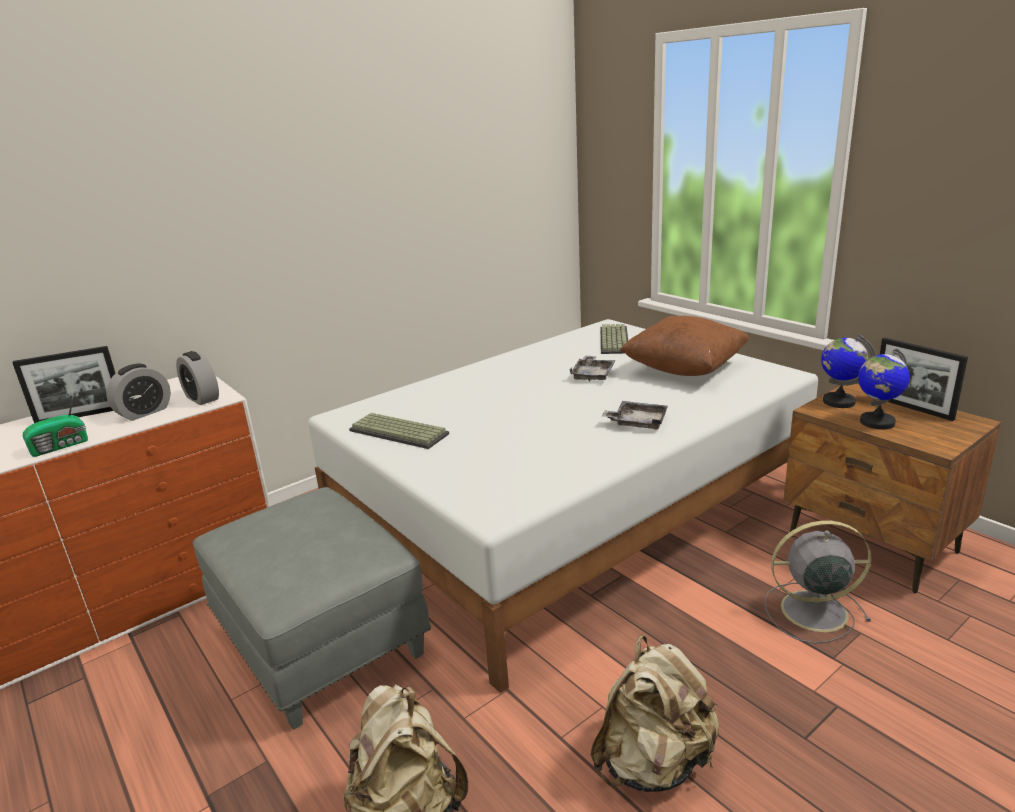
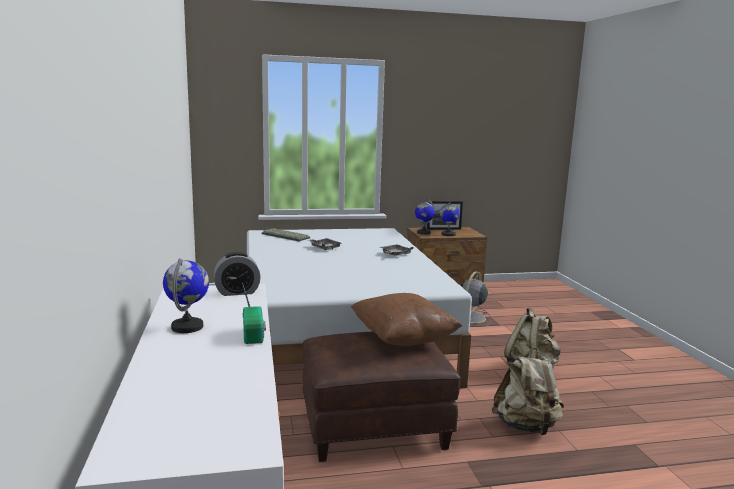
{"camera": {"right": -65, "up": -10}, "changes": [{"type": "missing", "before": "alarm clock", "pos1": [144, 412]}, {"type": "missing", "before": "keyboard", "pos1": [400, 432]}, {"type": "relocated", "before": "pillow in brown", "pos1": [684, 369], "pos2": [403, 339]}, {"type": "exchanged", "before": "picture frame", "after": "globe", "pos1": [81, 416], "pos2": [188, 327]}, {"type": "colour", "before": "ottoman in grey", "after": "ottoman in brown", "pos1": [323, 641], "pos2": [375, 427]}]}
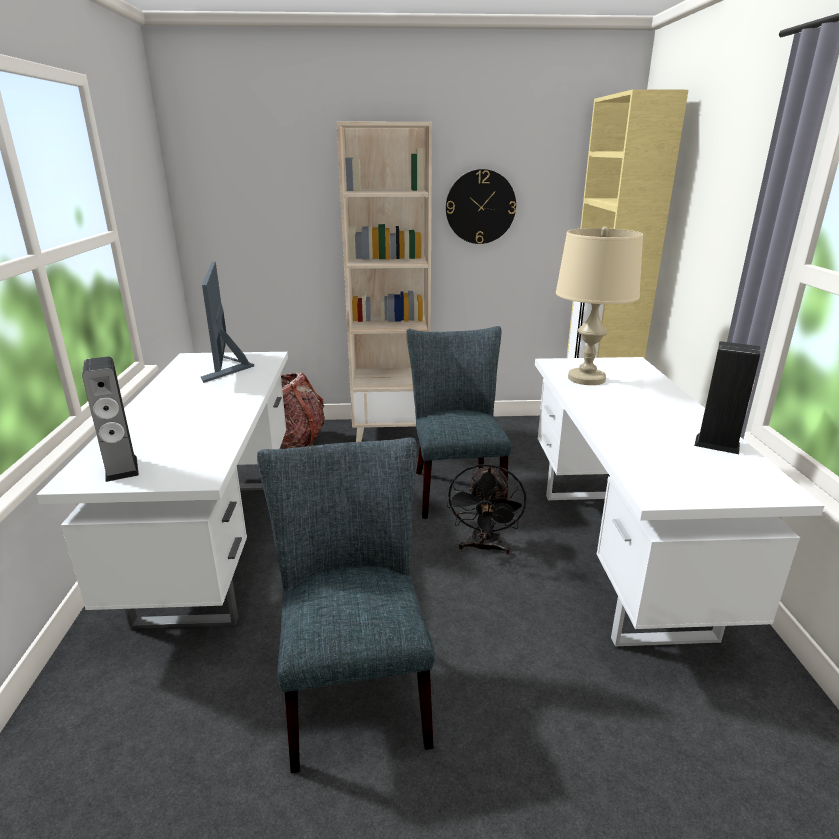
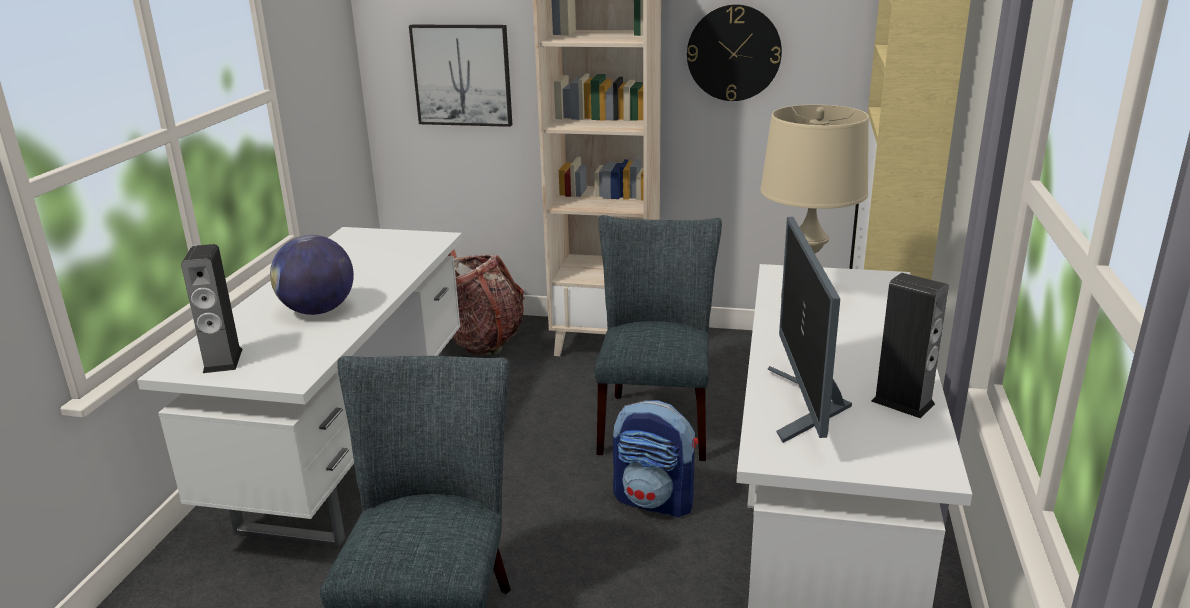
{"camera": {"right": 15, "up": 0}, "changes": [{"type": "appeared", "after": "globe", "pos2": [318, 311]}, {"type": "appeared", "after": "picture", "pos2": [462, 75]}, {"type": "relocated", "before": "monitor", "pos1": [227, 368], "pos2": [806, 406]}, {"type": "exchanged", "before": "fan in black", "after": "backpack", "pos1": [484, 548], "pos2": [655, 500]}]}
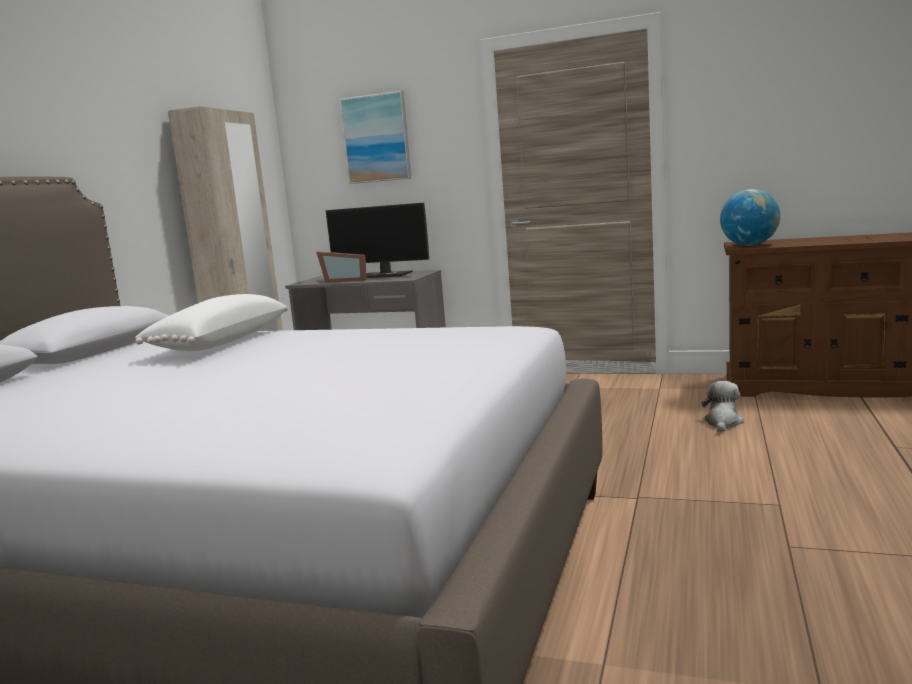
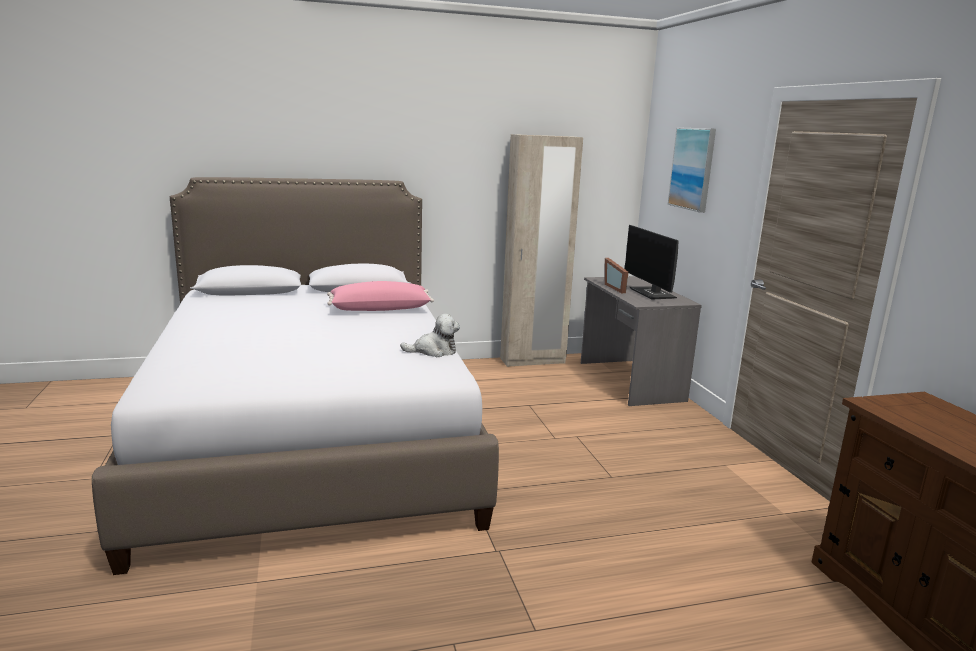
{"camera": {"right": 55, "up": 5}, "changes": [{"type": "missing", "before": "globe", "pos1": [749, 245]}, {"type": "relocated", "before": "plush toy", "pos1": [723, 423], "pos2": [434, 351]}, {"type": "colour", "before": "pillow in white", "after": "pillow in pink", "pos1": [219, 343], "pos2": [380, 309]}]}
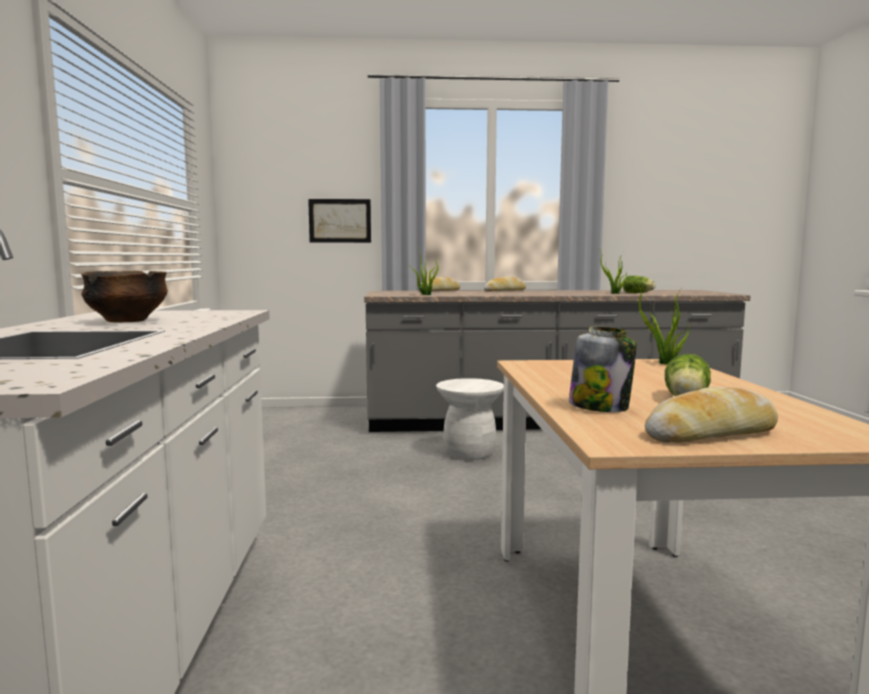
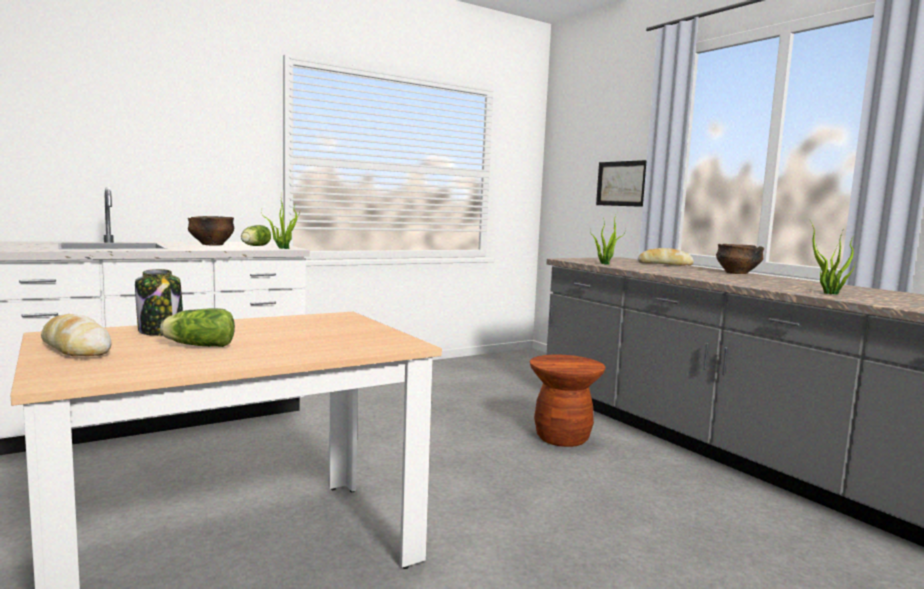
{"camera": {"right": 60, "up": 0}, "changes": [{"type": "relocated", "before": "lettuce", "pos1": [638, 293], "pos2": [254, 246]}, {"type": "relocated", "before": "potted plant", "pos1": [665, 363], "pos2": [282, 248]}, {"type": "exchanged", "before": "bread", "after": "bowl", "pos1": [505, 291], "pos2": [737, 273]}, {"type": "colour", "before": "stool in white", "after": "stool in brown", "pos1": [469, 453], "pos2": [562, 438]}]}
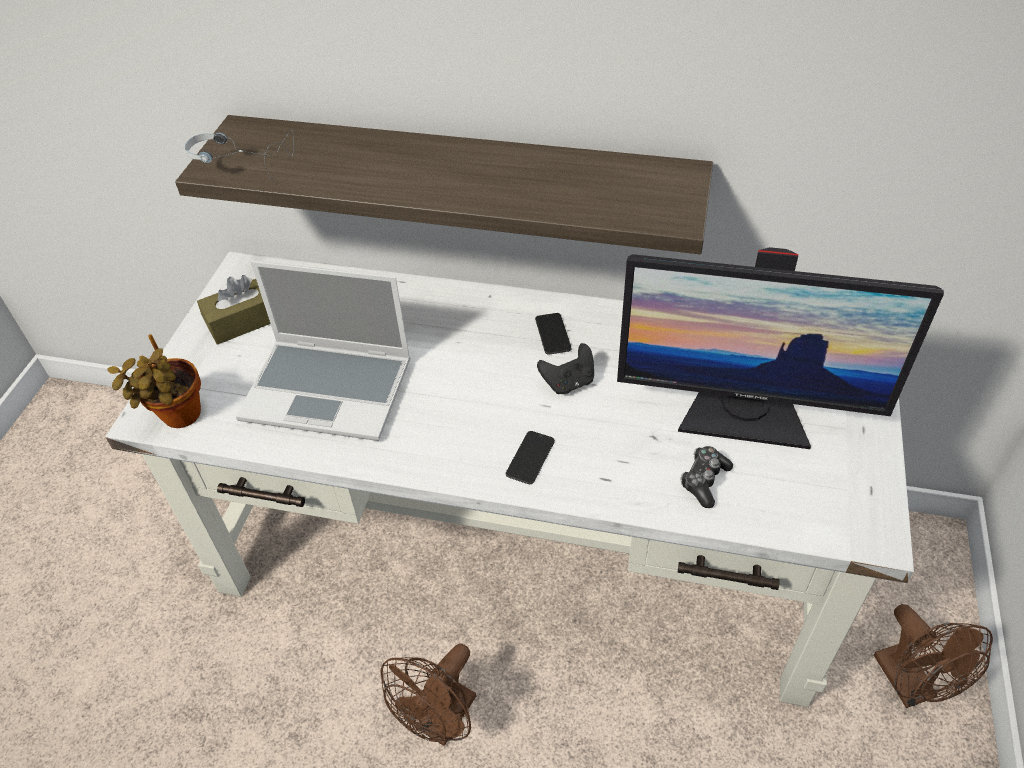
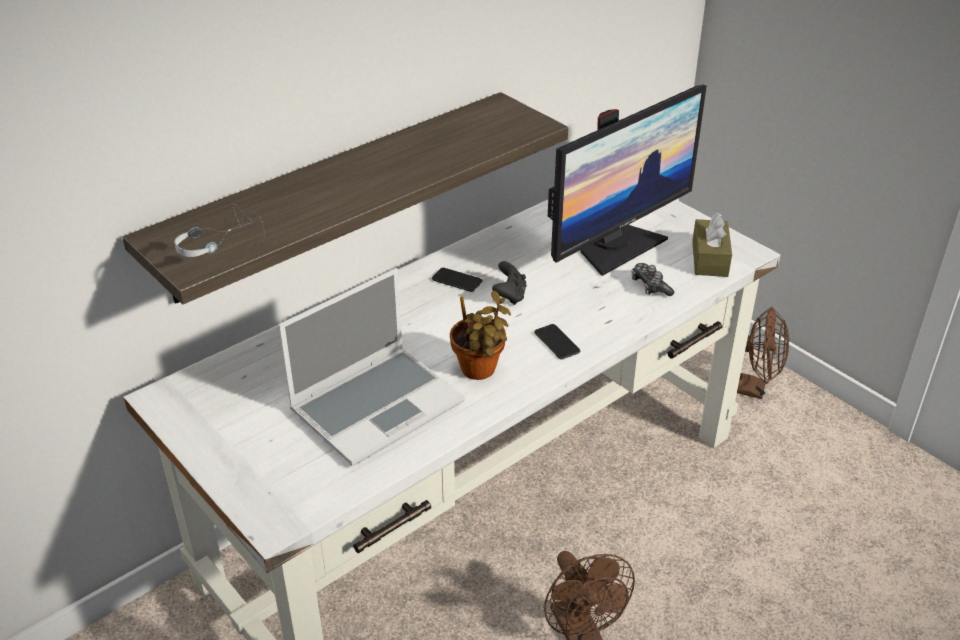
{"camera": {"right": -55, "up": -10}, "changes": [{"type": "relocated", "before": "potted plant", "pos1": [178, 417], "pos2": [480, 371]}, {"type": "relocated", "before": "tissue box in brown", "pos1": [244, 320], "pos2": [709, 258]}]}
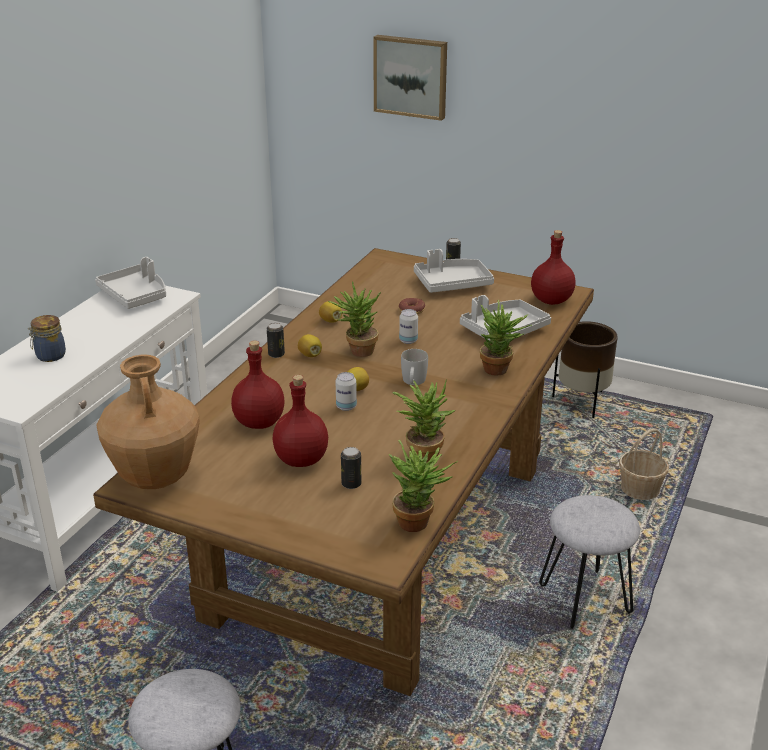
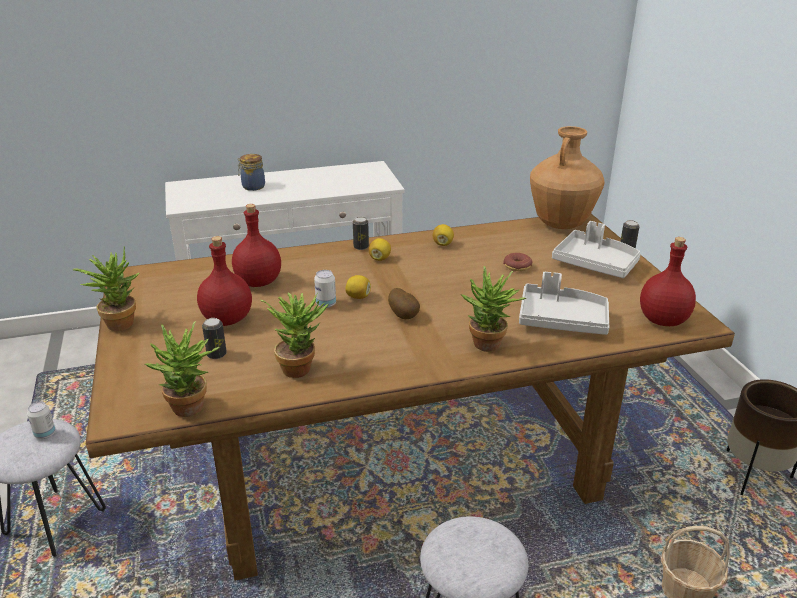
{"camera": {"right": 50, "up": 0}, "changes": [{"type": "missing", "before": "tray in grey", "pos1": [136, 295]}, {"type": "missing", "before": "picture", "pos1": [411, 76]}, {"type": "relocated", "before": "vase in brown", "pos1": [155, 478], "pos2": [561, 224]}, {"type": "relocated", "before": "potted plant", "pos1": [357, 351], "pos2": [118, 322]}, {"type": "relocated", "before": "can", "pos1": [408, 340], "pos2": [45, 434]}, {"type": "exchanged", "before": "mug in white", "after": "potato", "pos1": [413, 382], "pos2": [404, 315]}]}
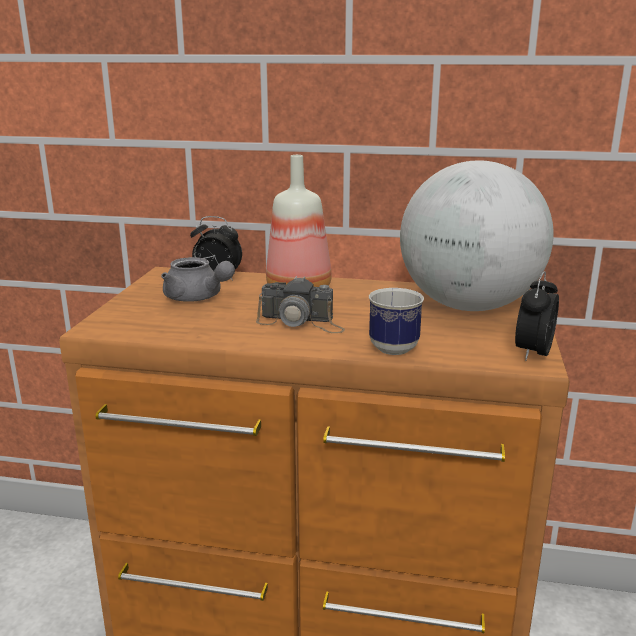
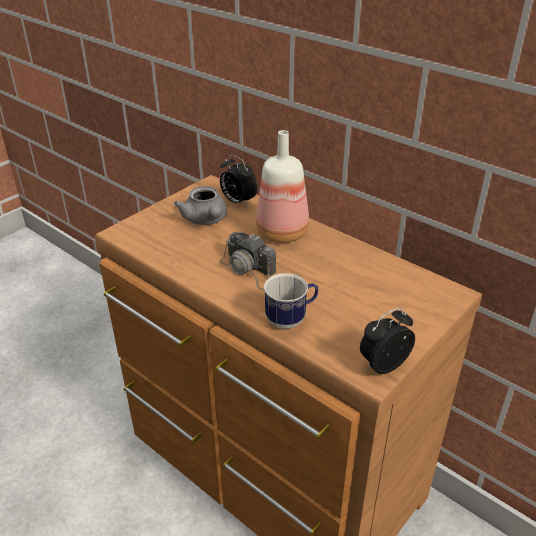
{"camera": {"right": 30, "up": 15}, "changes": [{"type": "missing", "before": "globe", "pos1": [468, 306]}]}
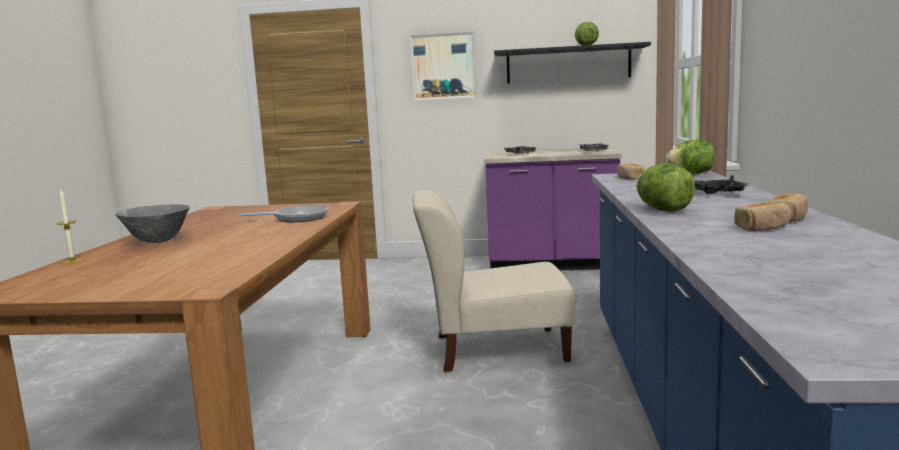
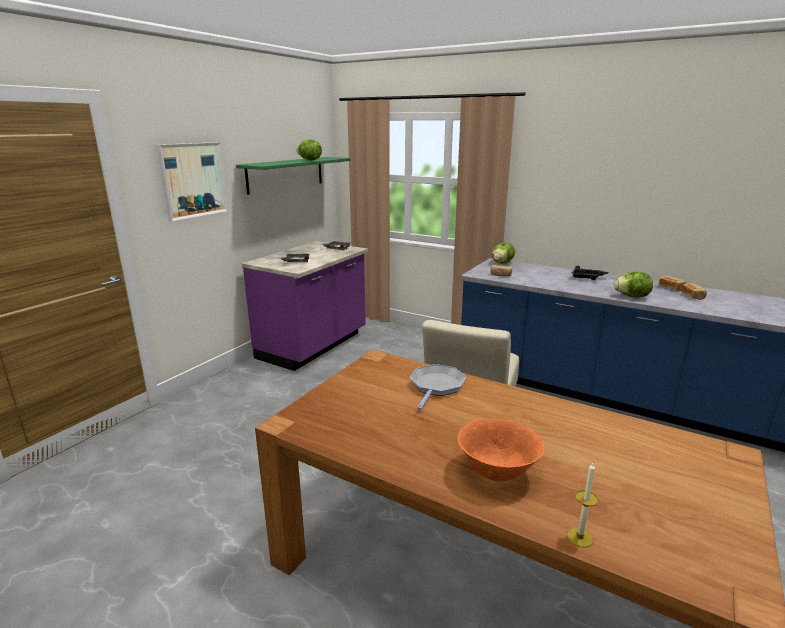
{"camera": {"right": -65, "up": 10}, "changes": [{"type": "colour", "before": "bowl in grey", "after": "bowl in orange", "pos1": [157, 242], "pos2": [496, 473]}, {"type": "colour", "before": "shelf in black", "after": "shelf in green", "pos1": [568, 64], "pos2": [286, 174]}]}
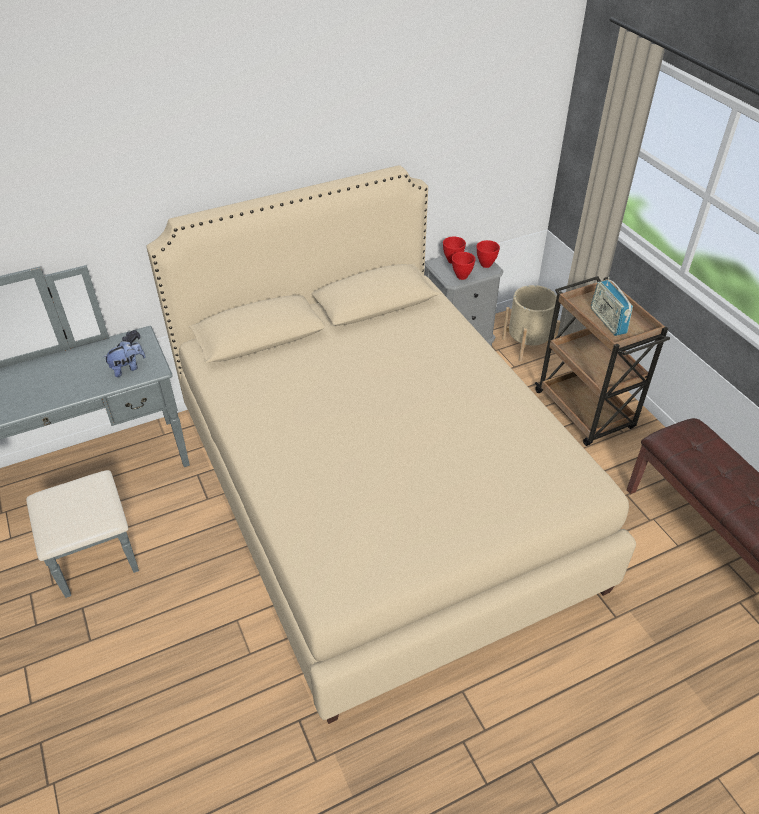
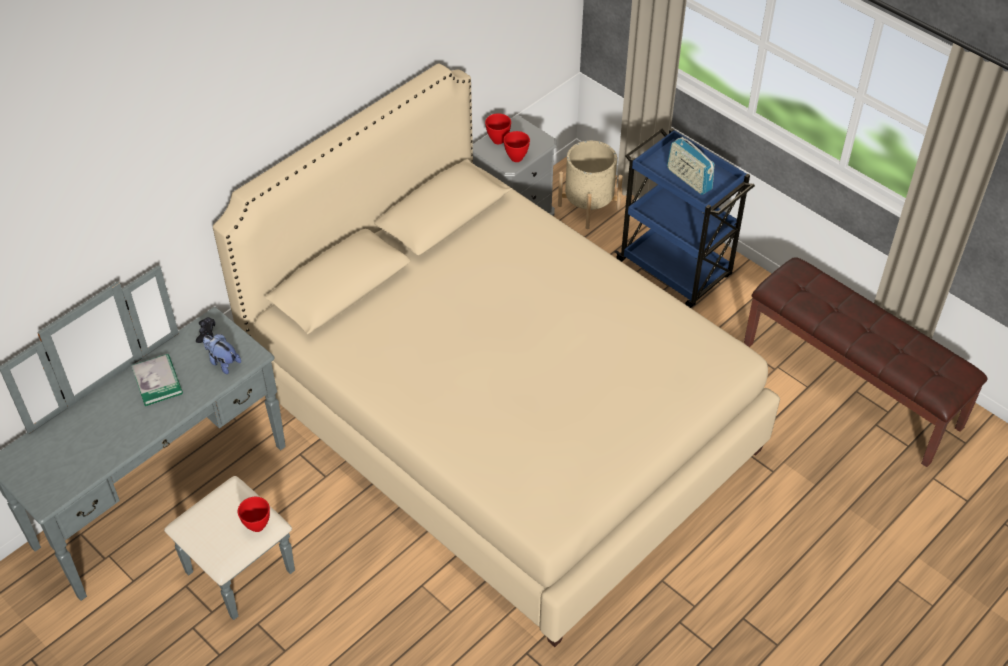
{"camera": {"right": -20, "up": 5}, "changes": [{"type": "appeared", "after": "book", "pos2": [157, 381]}, {"type": "relocated", "before": "bowl in red", "pos1": [486, 265], "pos2": [257, 526]}, {"type": "colour", "before": "cart in brown", "after": "cart in blue", "pos1": [585, 411], "pos2": [675, 270]}, {"type": "spun", "before": "plush toy", "pos1": [127, 368], "pos2": [222, 362], "turn": -90}]}
